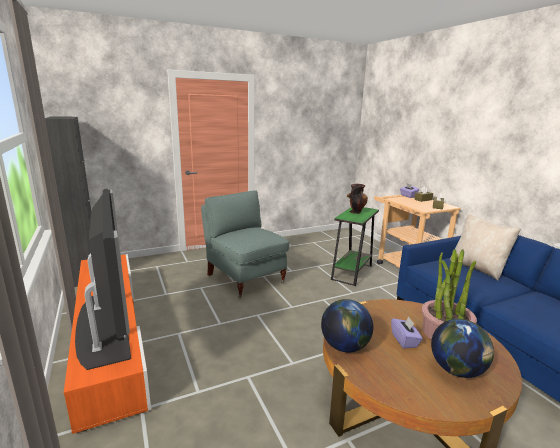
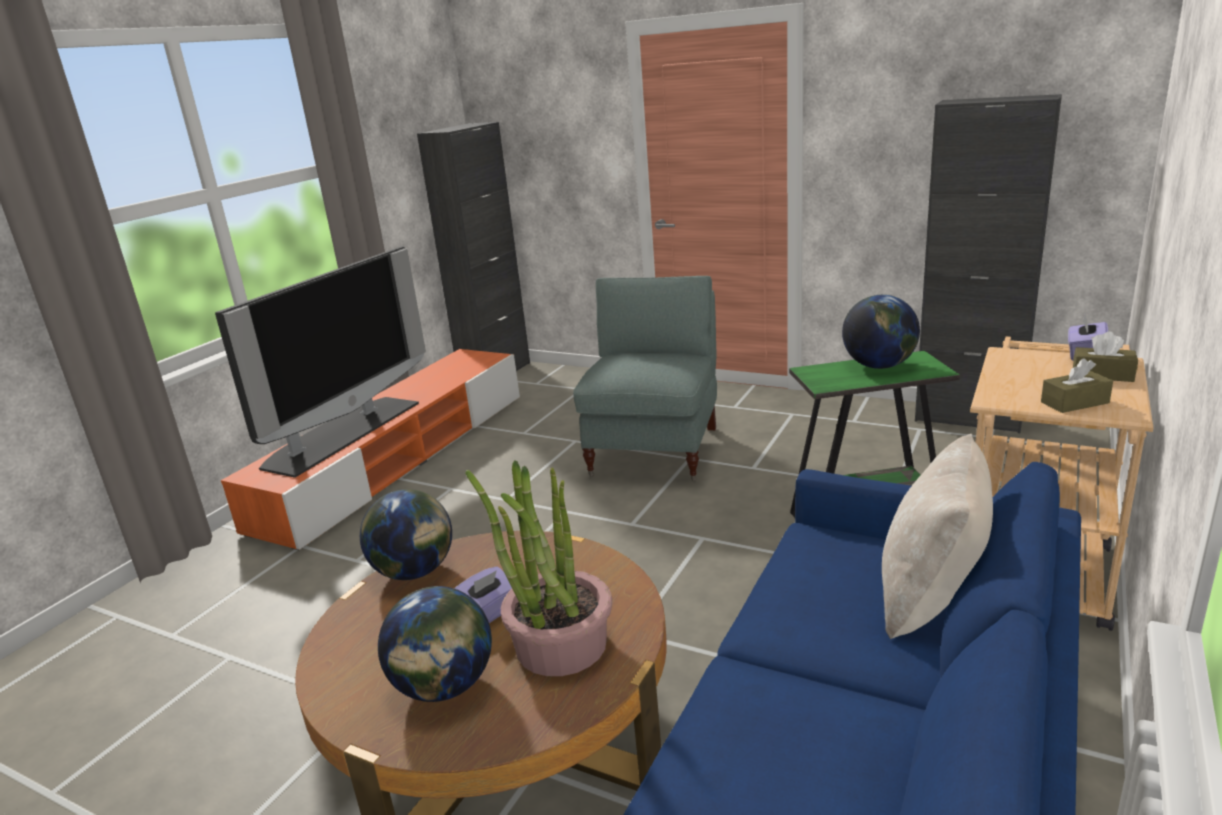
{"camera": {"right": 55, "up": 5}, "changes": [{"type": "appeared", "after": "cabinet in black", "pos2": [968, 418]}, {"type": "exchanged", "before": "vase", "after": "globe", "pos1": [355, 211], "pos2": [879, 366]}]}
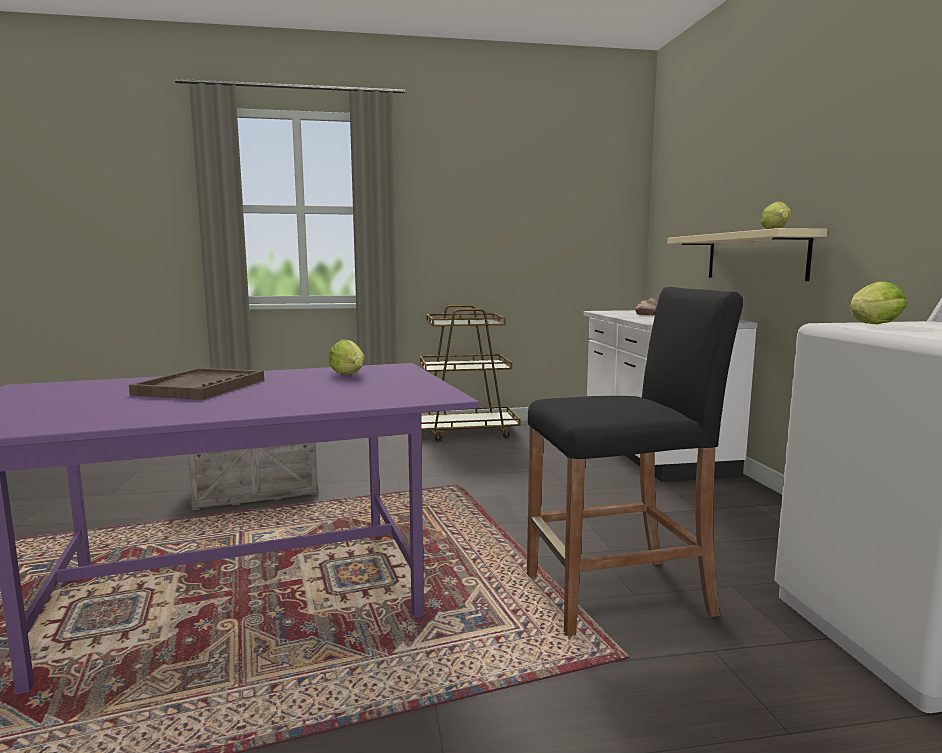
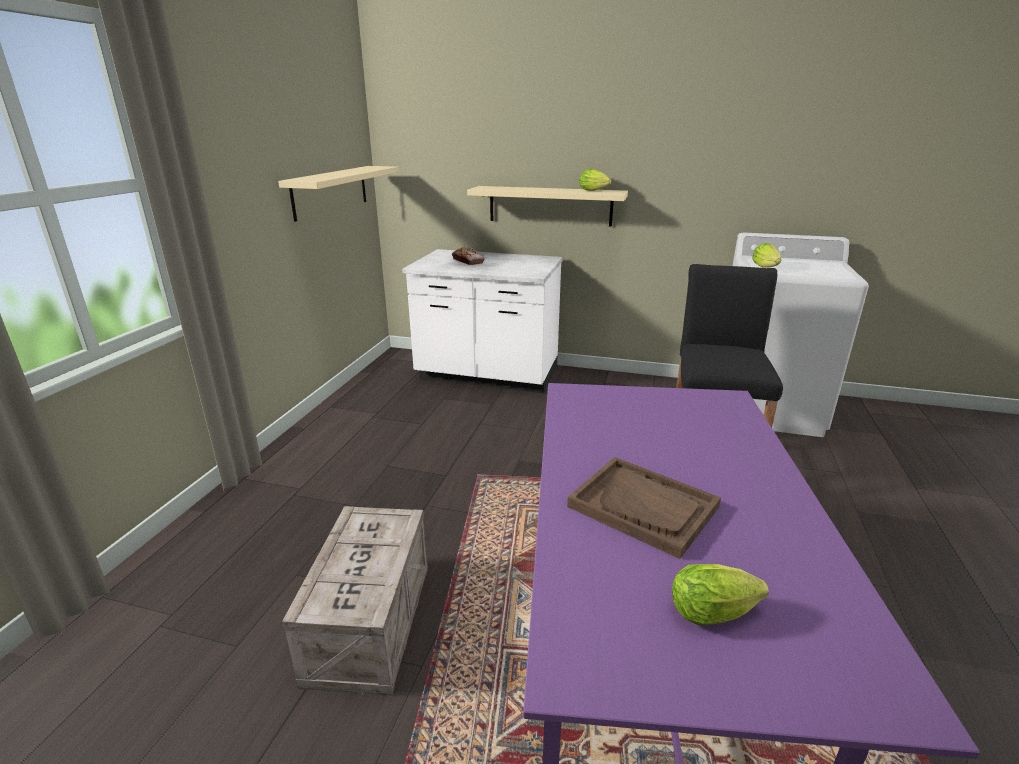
{"camera": {"right": -65, "up": 15}, "changes": [{"type": "missing", "before": "cart in brown", "pos1": [465, 432]}, {"type": "appeared", "after": "shelf in beige", "pos2": [330, 191]}, {"type": "relocated", "before": "lettuce", "pos1": [350, 375], "pos2": [716, 612]}]}
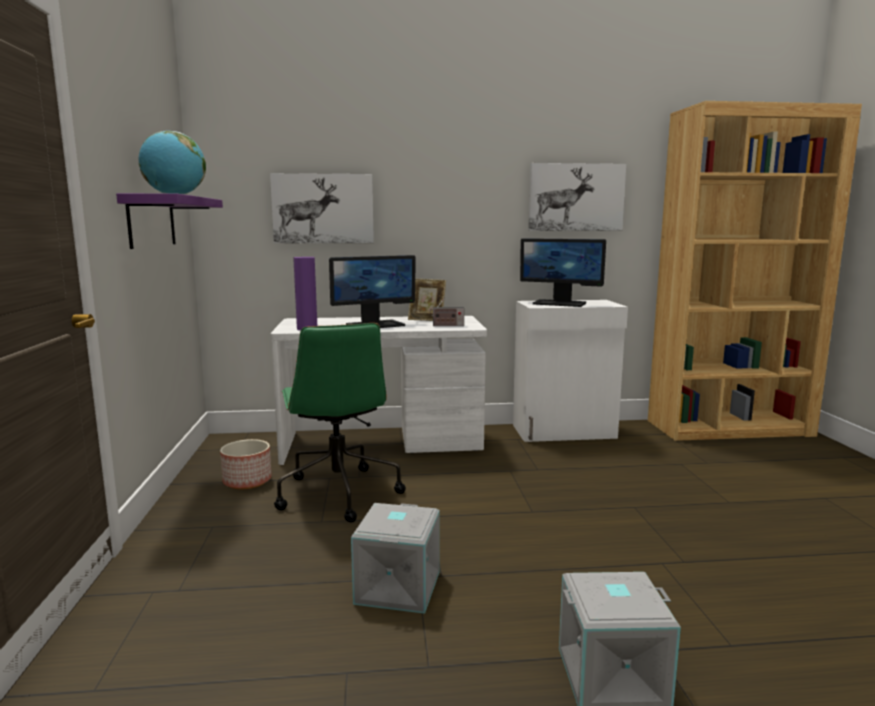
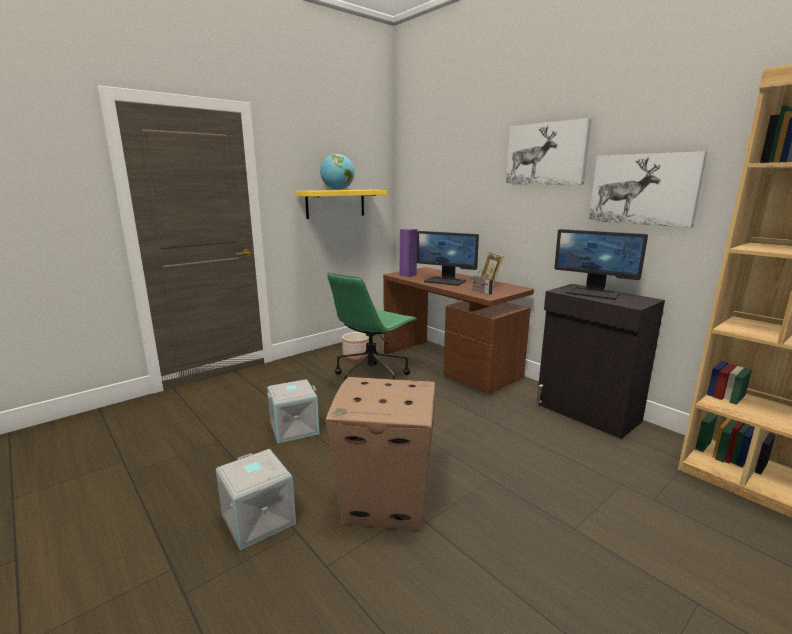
{"camera": {"right": 55, "up": 5}, "changes": [{"type": "appeared", "after": "cardboard box", "pos2": [387, 500]}, {"type": "relocated", "before": "picture", "pos1": [323, 209], "pos2": [546, 154]}, {"type": "colour", "before": "shelf in purple", "after": "shelf in yellow", "pos1": [151, 221], "pos2": [335, 203]}, {"type": "colour", "before": "desk in white", "after": "desk in brown", "pos1": [382, 444], "pos2": [450, 365]}, {"type": "colour", "before": "cabinet in white", "after": "cabinet in black", "pos1": [564, 432], "pos2": [587, 413]}, {"type": "spun", "before": "monitor", "pos1": [560, 303], "pos2": [593, 293], "turn": -45}]}
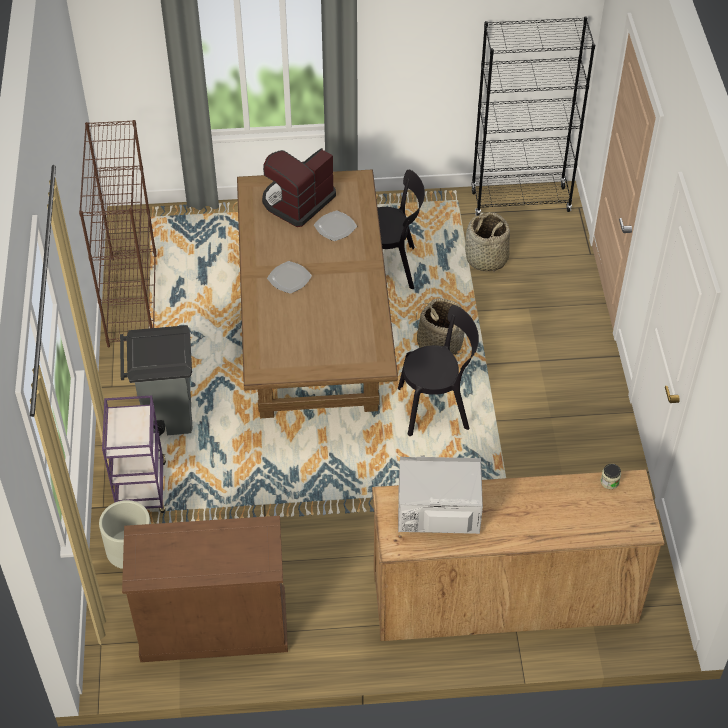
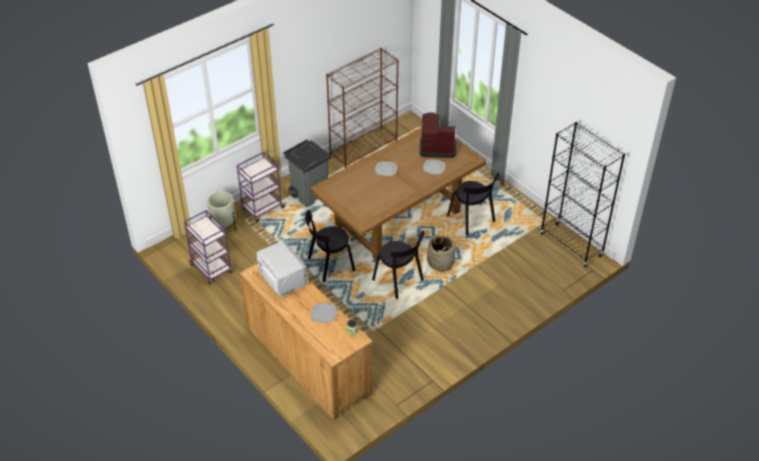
{"camera": {"right": 55, "up": -5}, "changes": [{"type": "missing", "before": "basket", "pos1": [486, 259]}, {"type": "appeared", "after": "chair in black", "pos2": [329, 265]}, {"type": "appeared", "after": "plate", "pos2": [323, 314]}, {"type": "exchanged", "before": "cabinet in brown", "after": "cart in purple", "pos1": [213, 626], "pos2": [211, 269]}]}
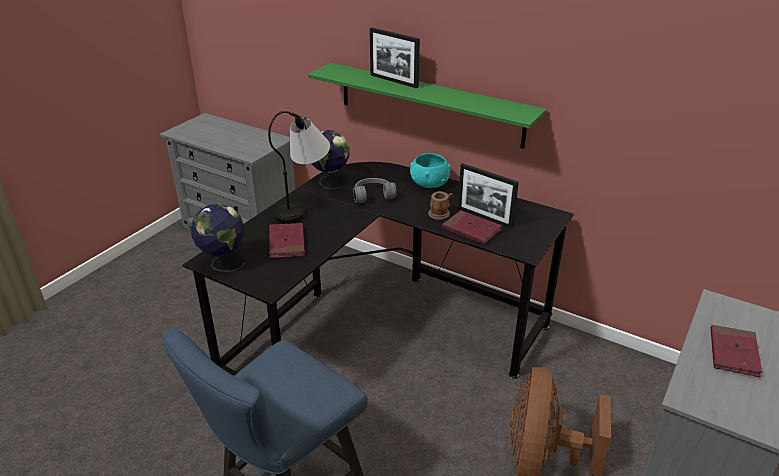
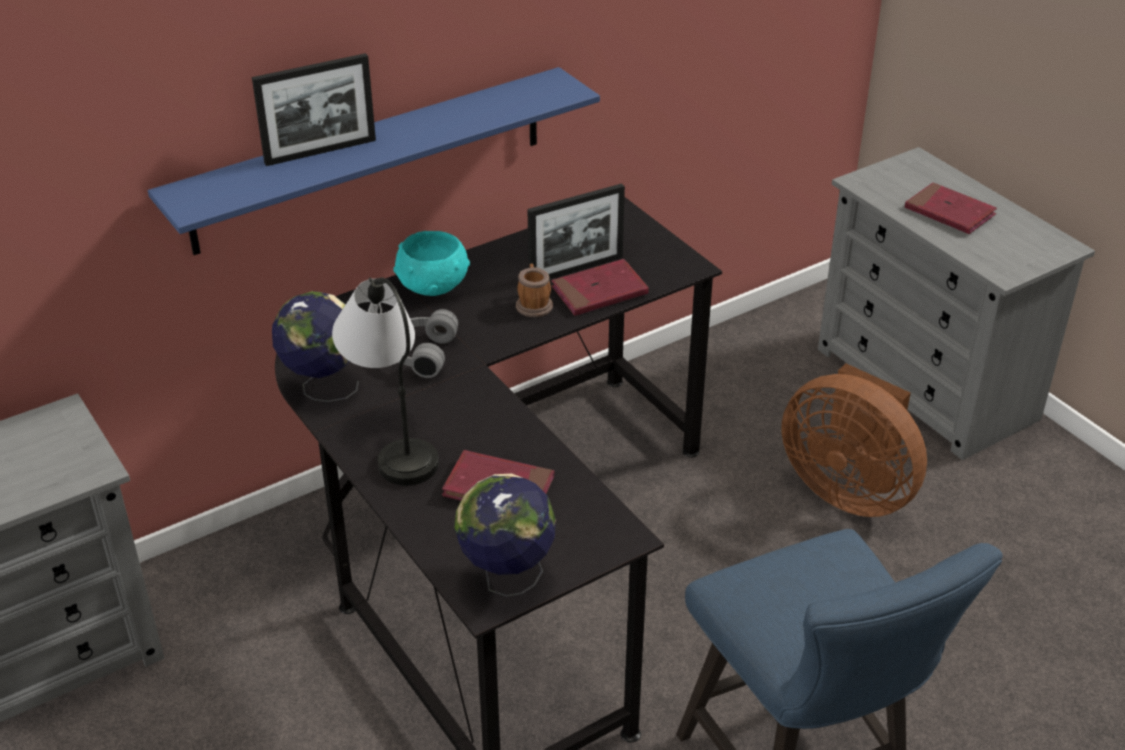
{"camera": {"right": -65, "up": 5}, "changes": [{"type": "colour", "before": "shelf in green", "after": "shelf in blue", "pos1": [429, 104], "pos2": [370, 160]}]}
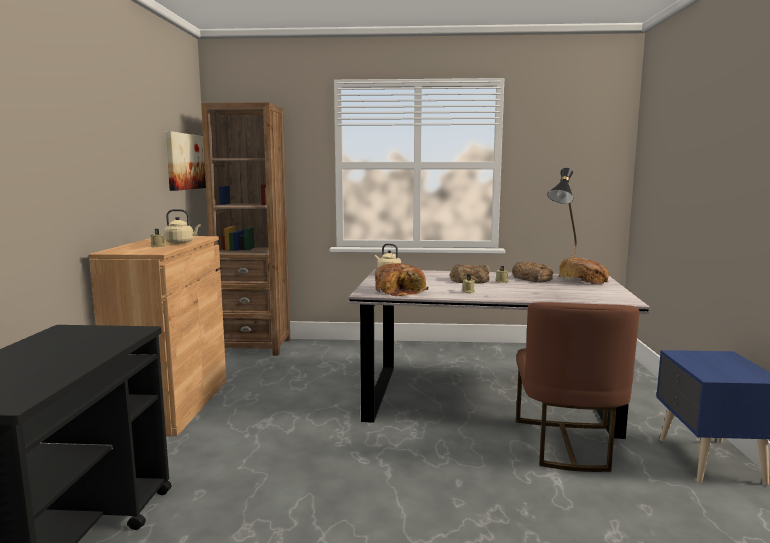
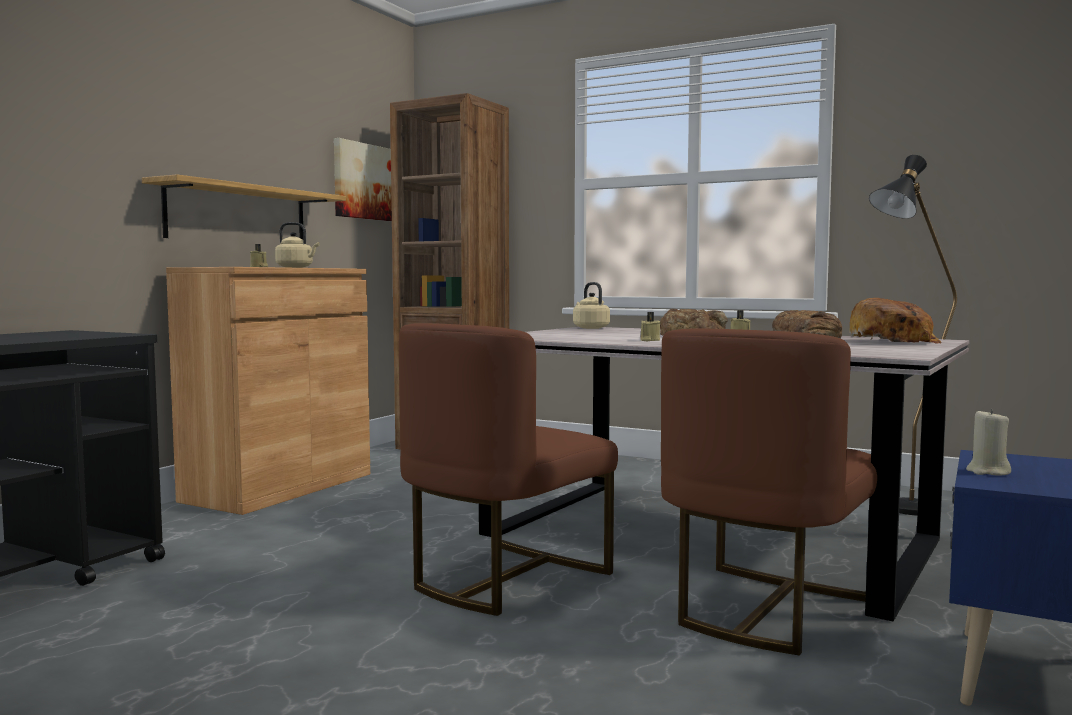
{"camera": {"right": 25, "up": -5}, "changes": [{"type": "missing", "before": "bread", "pos1": [401, 290]}, {"type": "appeared", "after": "shelf", "pos2": [238, 215]}, {"type": "appeared", "after": "chair in brown", "pos2": [504, 578]}, {"type": "appeared", "after": "candle in beige", "pos2": [987, 472]}]}
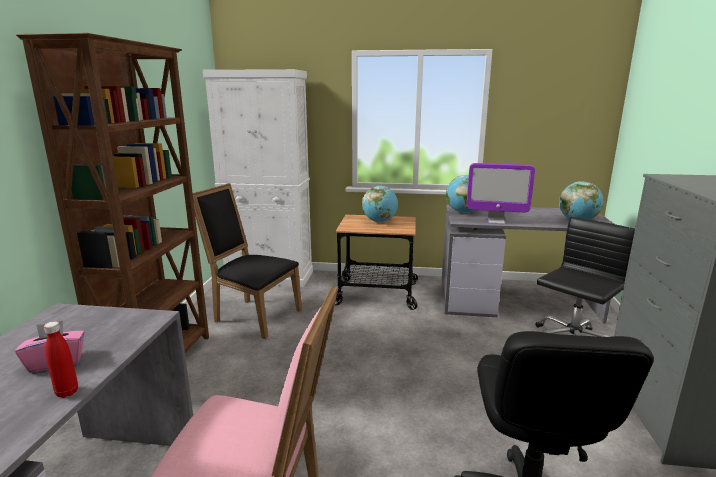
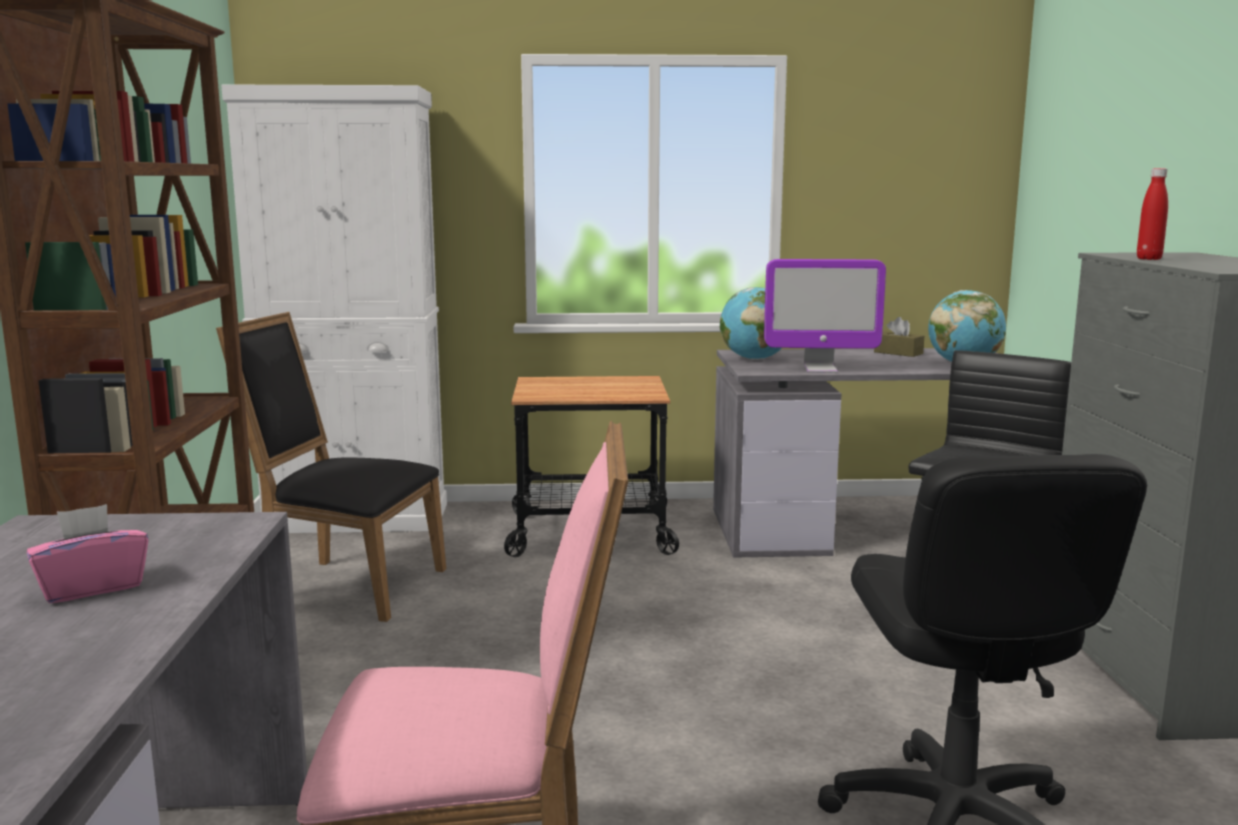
{"camera": {"right": -10, "up": -5}, "changes": [{"type": "missing", "before": "globe", "pos1": [379, 221]}, {"type": "appeared", "after": "tissue box in brown", "pos2": [898, 353]}, {"type": "relocated", "before": "bottle in red", "pos1": [67, 392], "pos2": [1149, 259]}]}
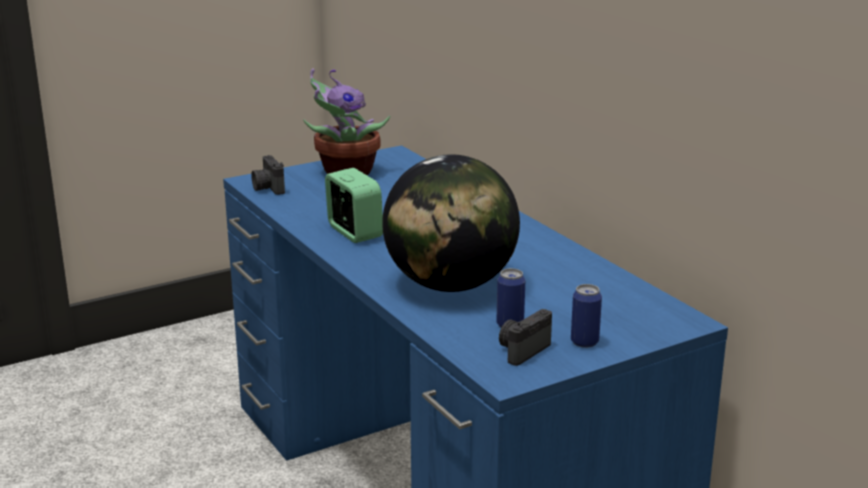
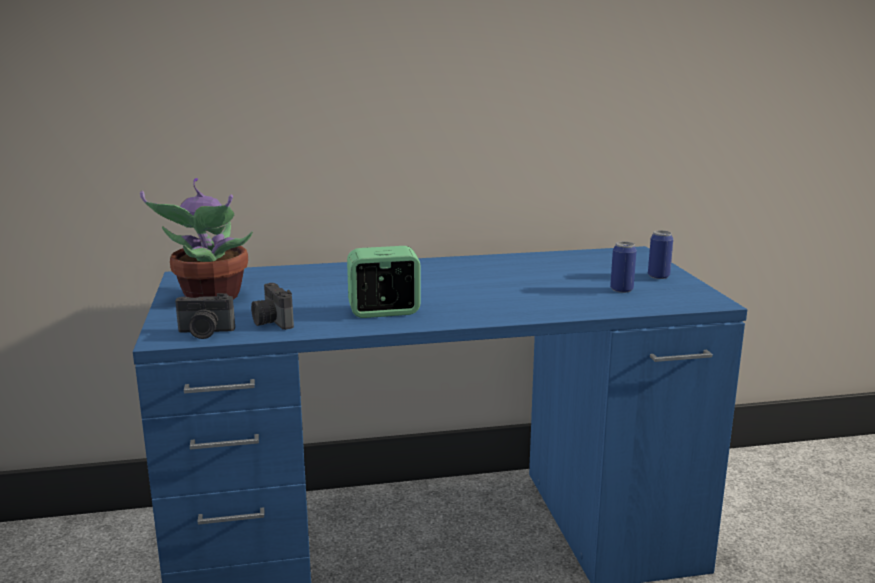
{"camera": {"right": -70, "up": -5}, "changes": [{"type": "missing", "before": "globe", "pos1": [450, 285]}, {"type": "relocated", "before": "photo camera", "pos1": [522, 350], "pos2": [271, 322]}]}
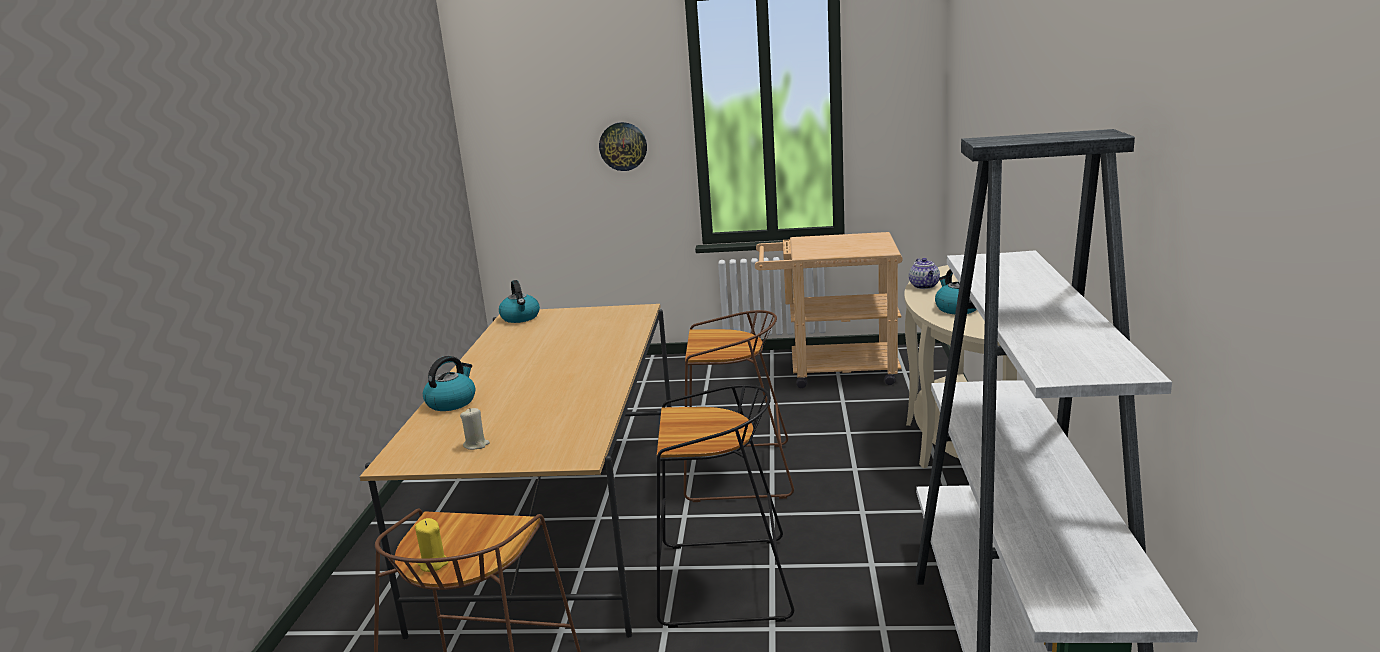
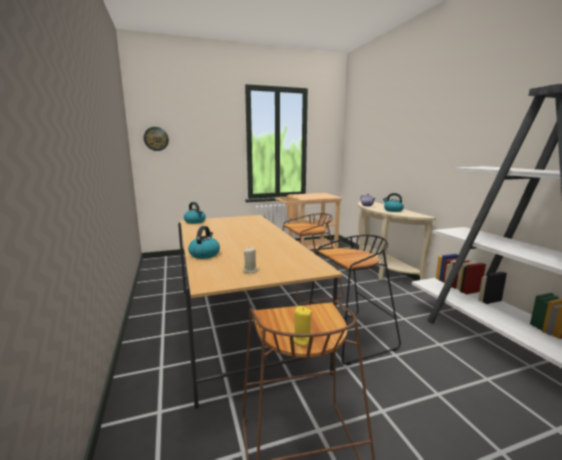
{"camera": {"right": -25, "up": -5}, "changes": [{"type": "relocated", "before": "wall clock", "pos1": [623, 146], "pos2": [156, 139]}]}
